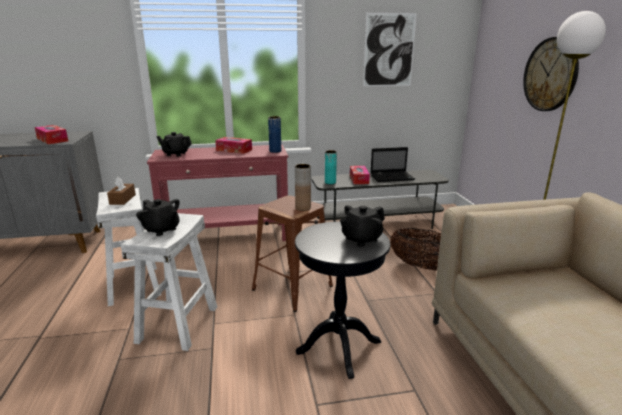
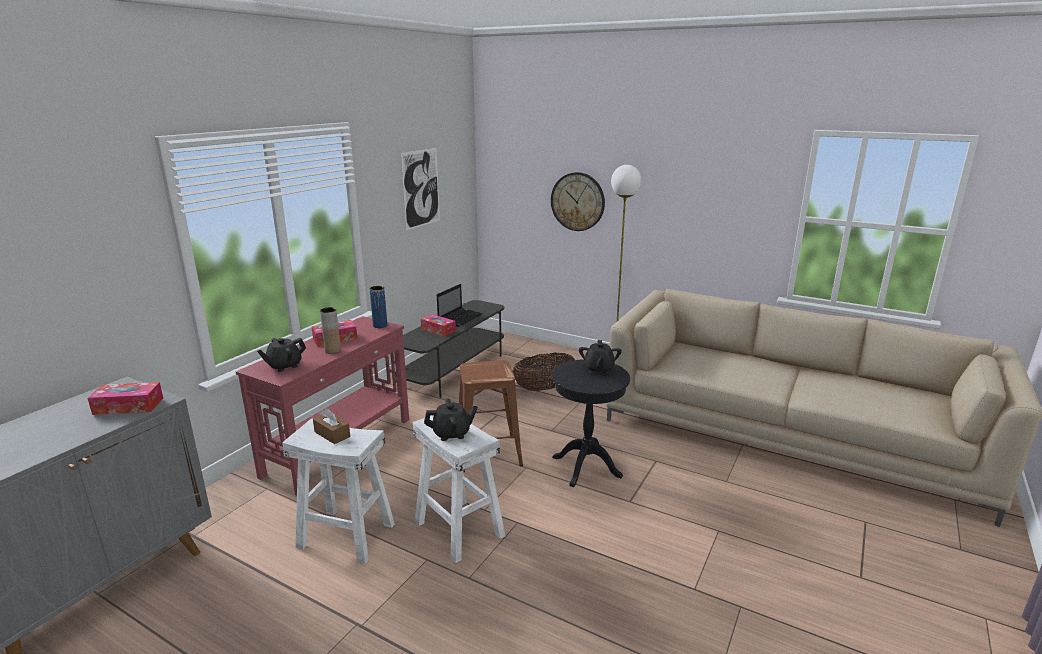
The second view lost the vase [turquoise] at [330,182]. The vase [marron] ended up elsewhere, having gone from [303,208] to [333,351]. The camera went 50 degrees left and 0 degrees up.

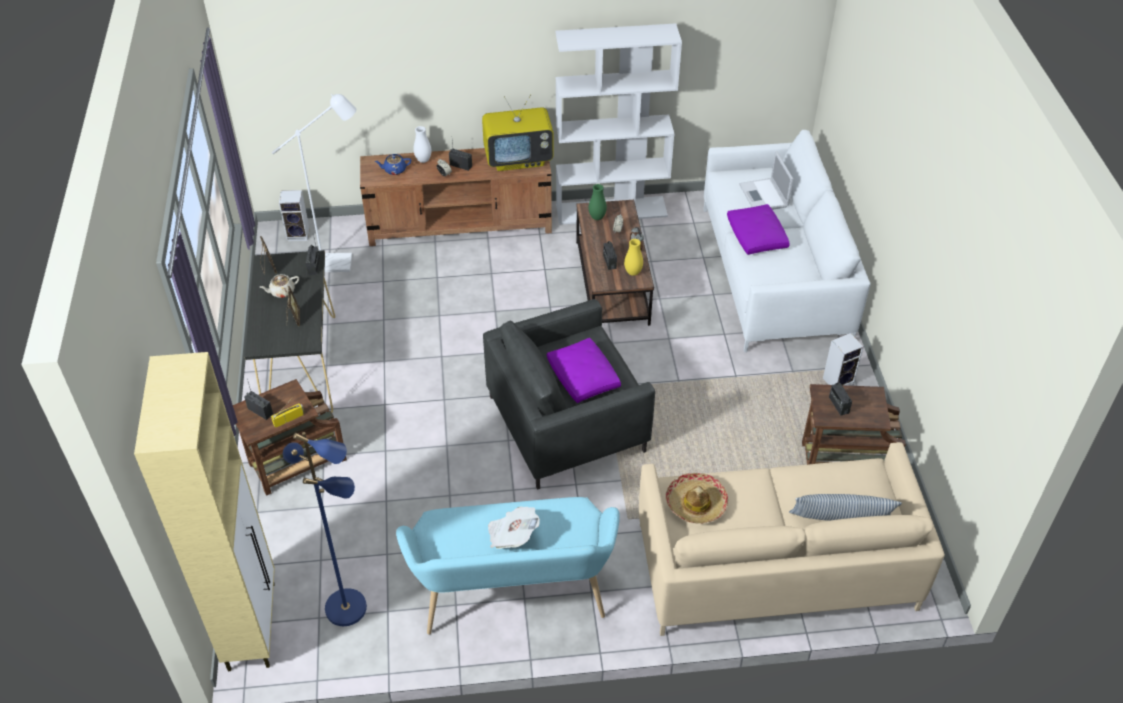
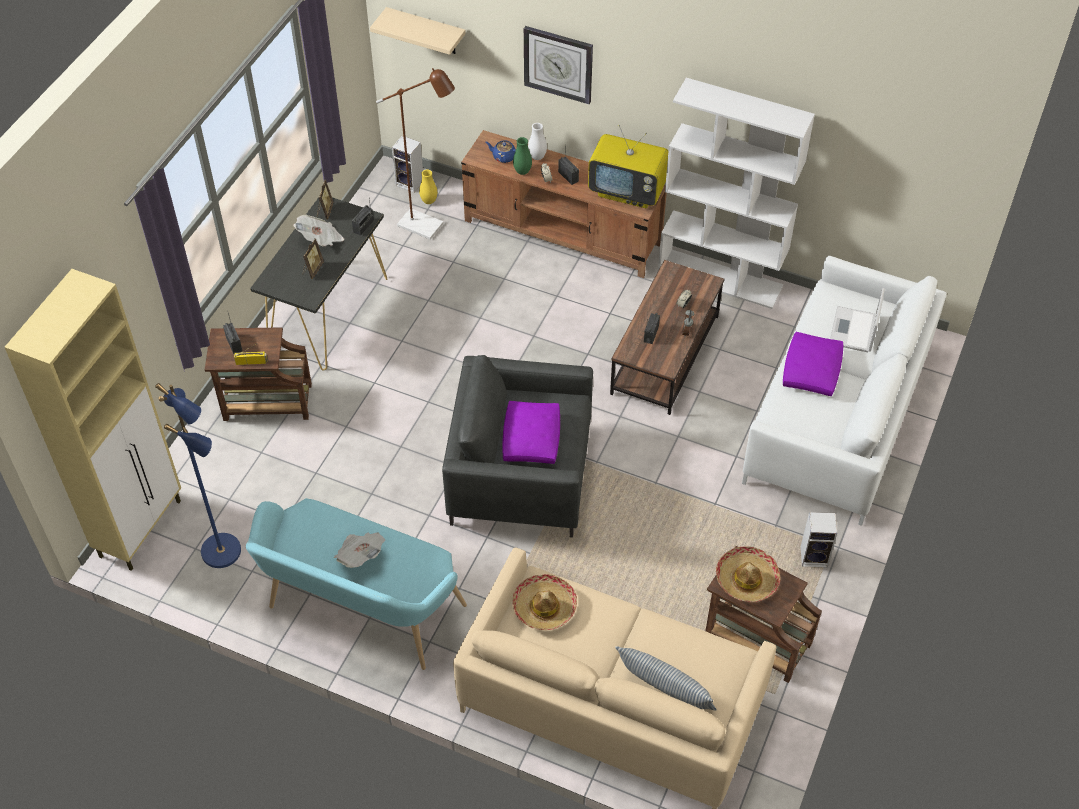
What was the lampadaire [blanc] at [340,263] turned into the lampadaire [marron] at [427,227]. The vase [vert] ended up elsewhere, having gone from [597,217] to [522,171]. The vase [jaune] ended up elsewhere, having gone from [633,272] to [429,201]. Where the théière [beige] stood at [282,292], the journal came to stand at [320,239]. Where the radio stood at [838,405], the chapeau came to stand at [746,579]. The second view gained the étagère [beige] at [426,31]. The second view gained the horloge murale at [558,64]. The camera went 30 degrees right and 5 degrees up.

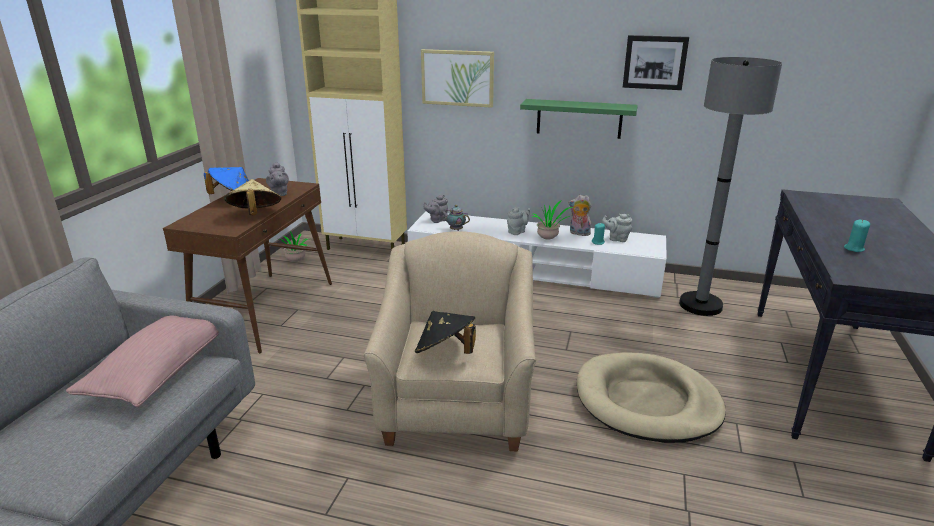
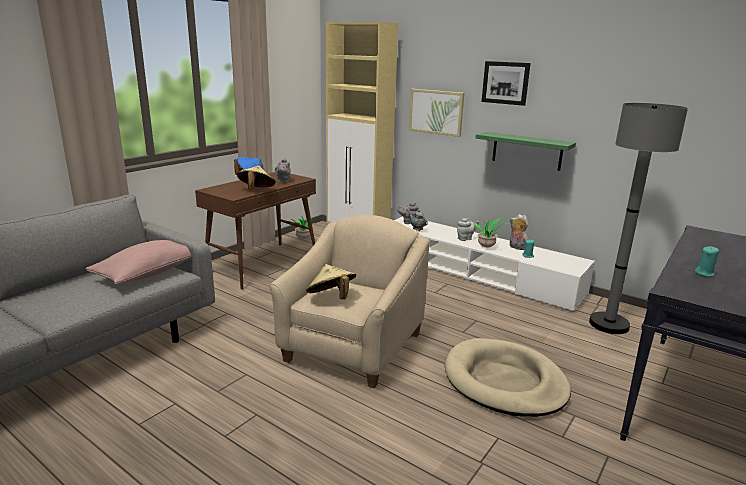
The tableau ended up elsewhere, having gone from [655,62] to [505,83]. The second view lost the théière [gris] at [617,239]. What was the chapeau [noir] at [445,353] turned into the chapeau [beige] at [331,298]. The camera went 20 degrees right and 5 degrees down.

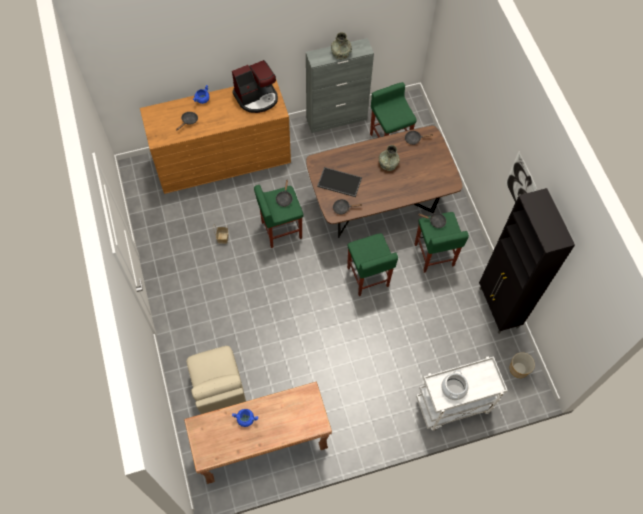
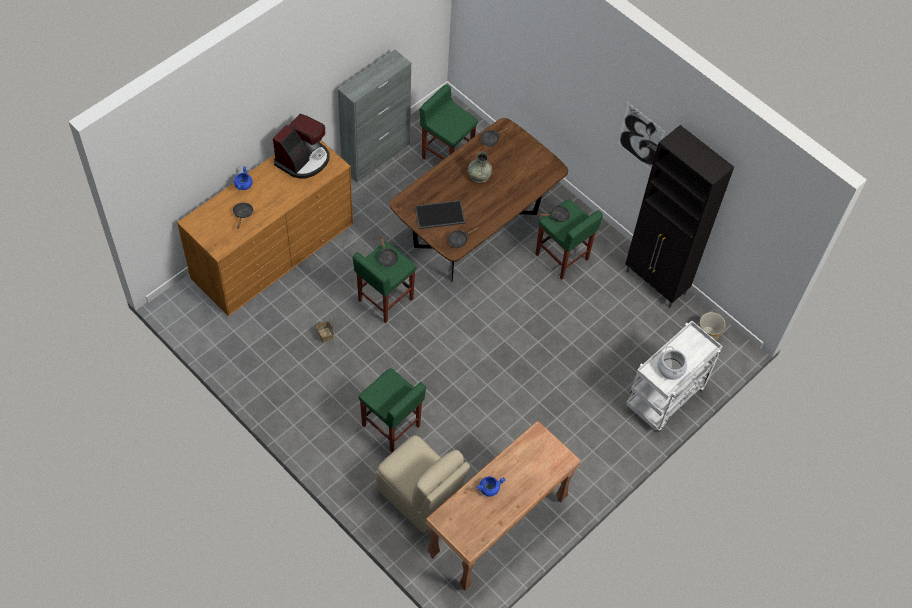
The second view lost the vase [gris] at [341,53]. The tabouret [vert] ended up elsewhere, having gone from [368,277] to [391,426]. The camera went 30 degrees left and 5 degrees down.

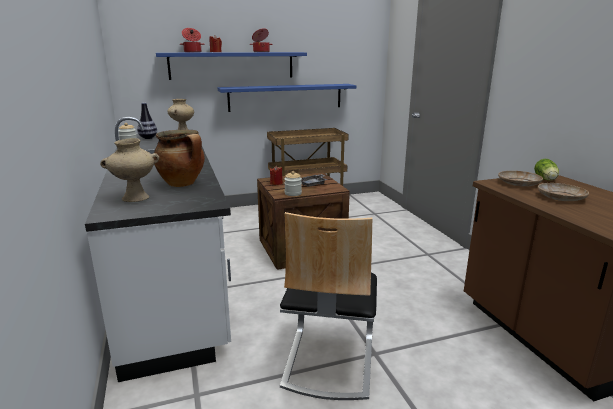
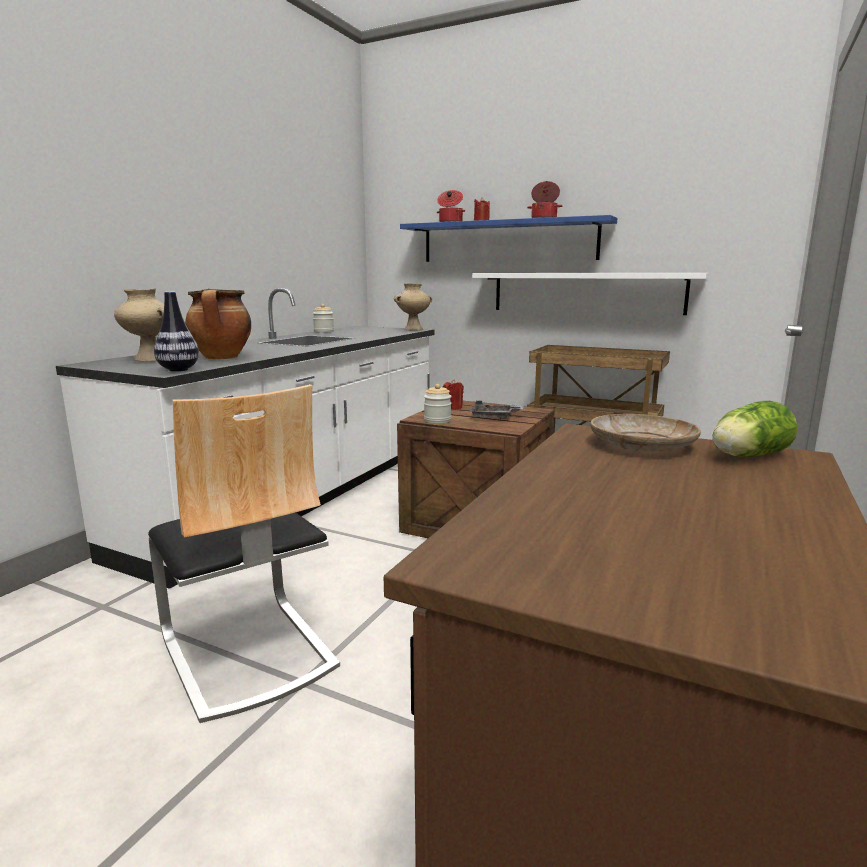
What was the étagère [bleu] at [286,97] turned into the étagère [blanc] at [586,292]. The vase ended up elsewhere, having gone from [148,138] to [178,370]. The second view lost the assiette [beige] at [560,197]. The chaise at [328,359] ended up facing another way, 90 degrees counterclockwise from before. The camera went 45 degrees right and 5 degrees down.

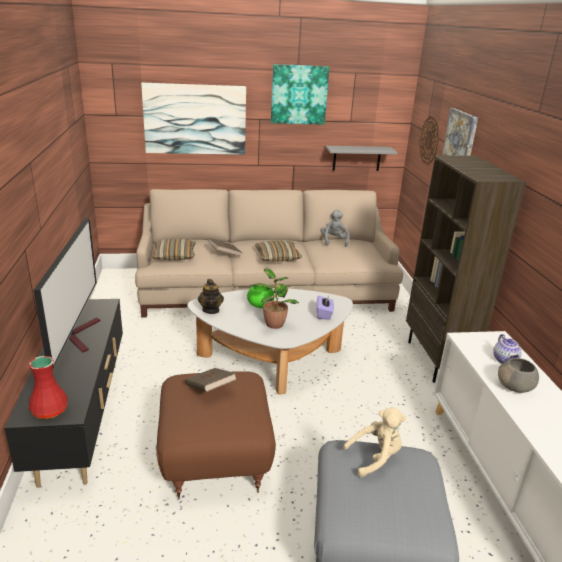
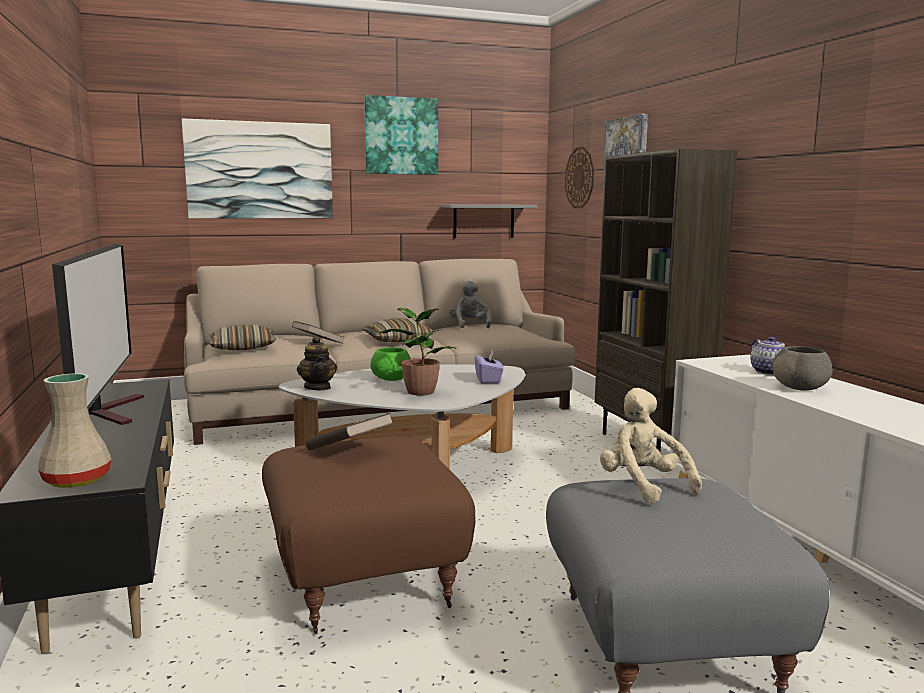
What was the vase [rouge] at [50,411] turned into the vase [beige] at [78,480]. The peluche [beige] at [375,457] ended up facing another way, 90 degrees counterclockwise from before. The camera went 10 degrees left and 15 degrees down.

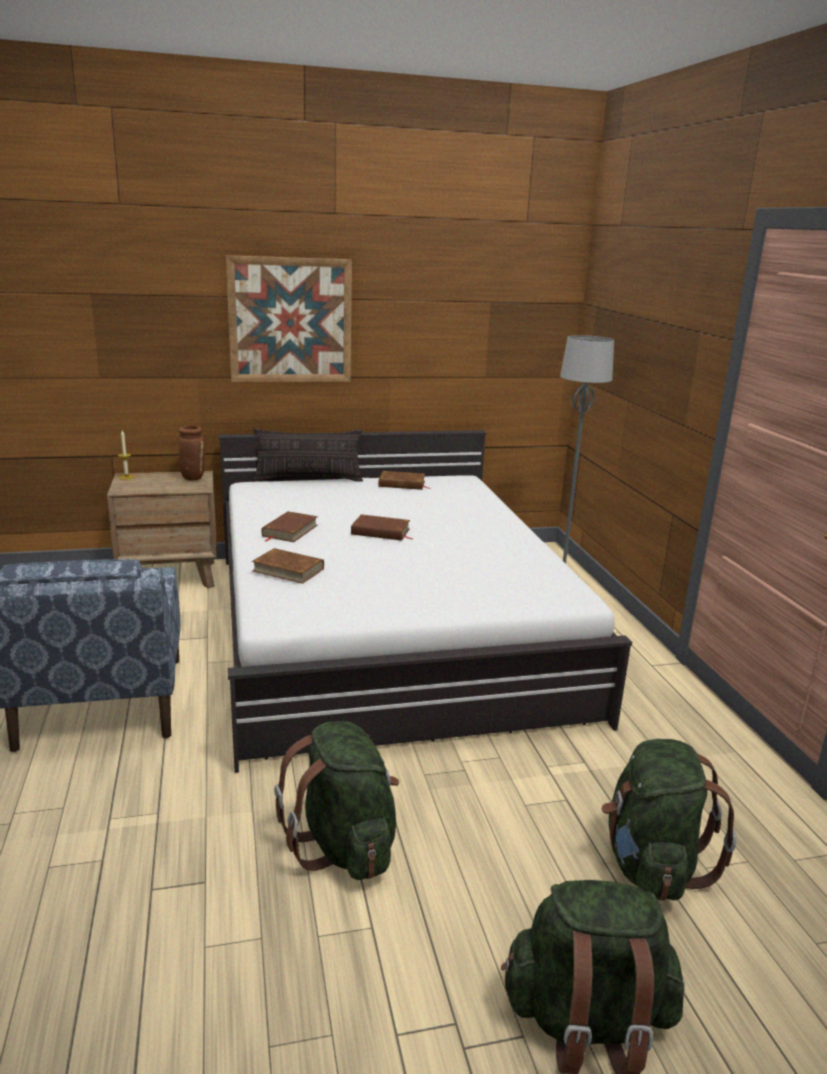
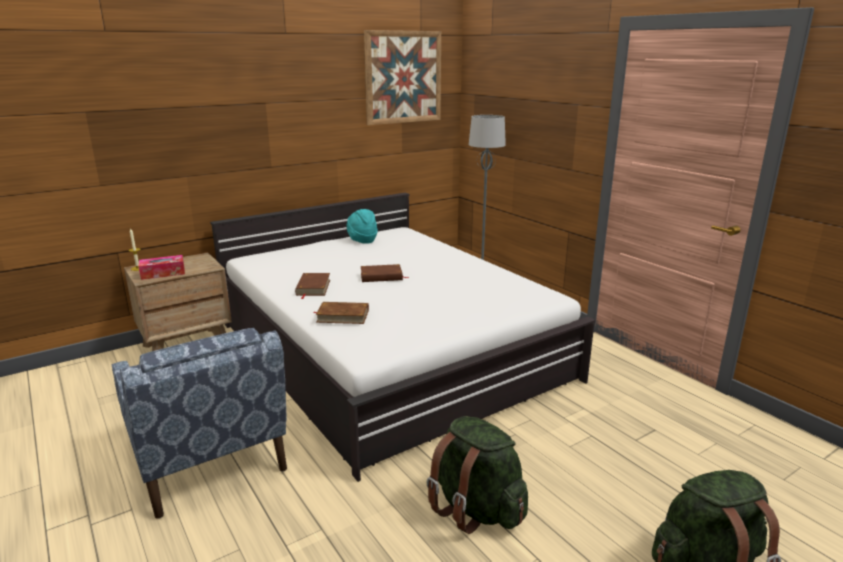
The tableau ended up elsewhere, having gone from [290,320] to [403,77]. The second view lost the vase [marron] at [192,478]. The second view lost the coussin at [308,479]. Where the livre [marron] stood at [402,484], the chapeau [turquoise] came to stand at [362,240]. The second view lost the sac à dos [vert] at [651,865]. The second view gained the boîte à mouchoirs at [163,273]. The camera went 20 degrees left and 0 degrees up.

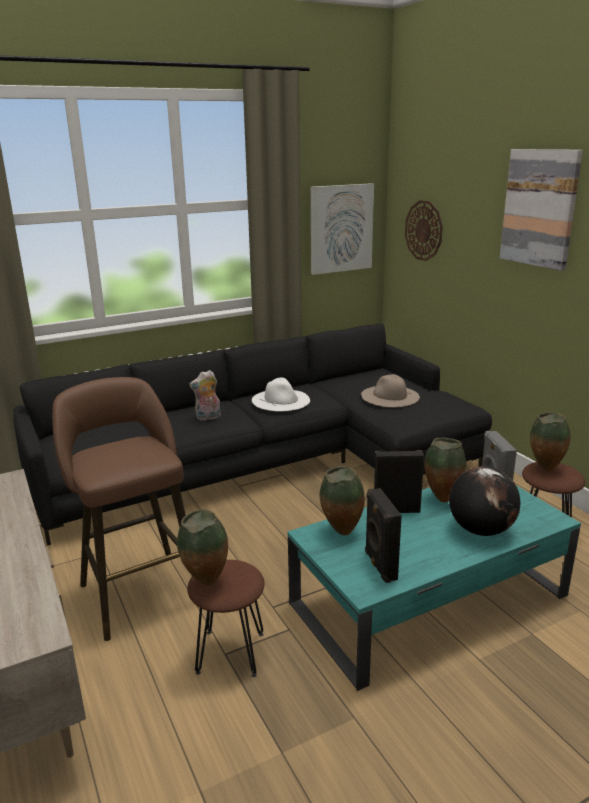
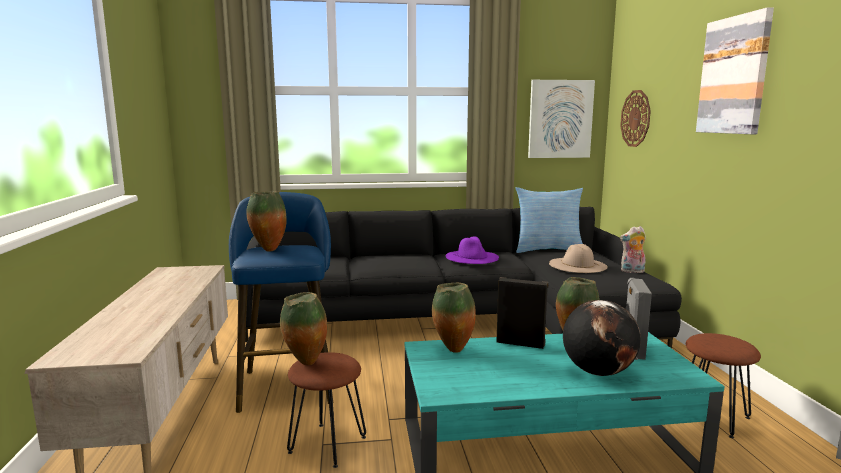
The peluche ended up elsewhere, having gone from [208,418] to [632,271]. What was the tabouret [marron] at [138,590] turned into the tabouret [bleu] at [287,383]. What was the chapeau [blanc] at [281,400] turned into the chapeau [violet] at [472,257]. The vase ended up elsewhere, having gone from [545,468] to [268,250]. The second view lost the enceinte [noir] at [379,565]. The second view gained the coussin at [548,250]. The camera went 20 degrees right and 10 degrees down.

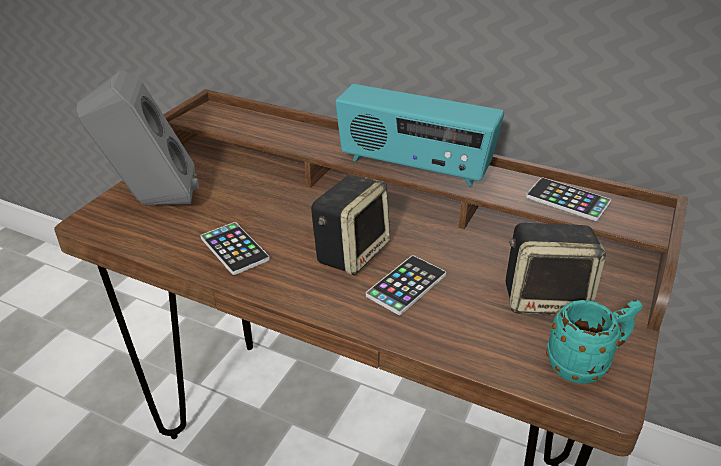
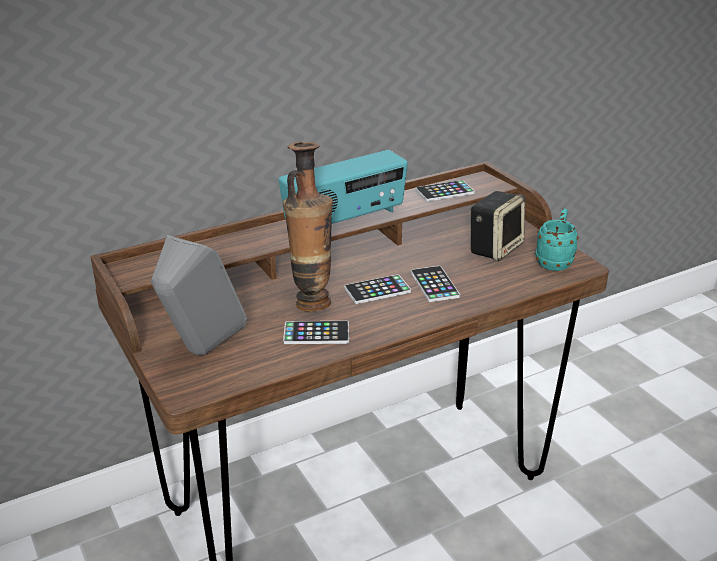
Where the enceinte stood at [352,251], the téléphone came to stand at [377,290]. The second view gained the vase at [311,300]. The camera went 55 degrees left and 5 degrees down.

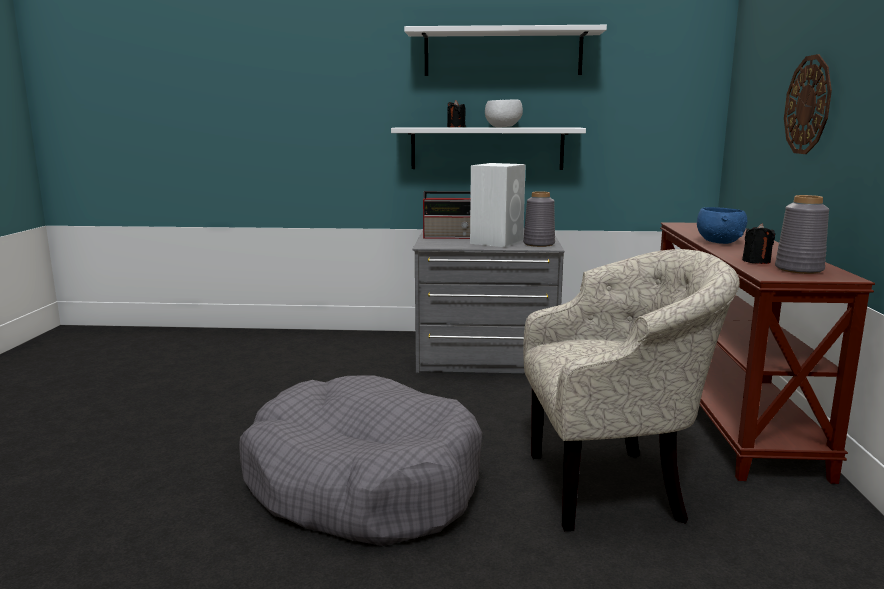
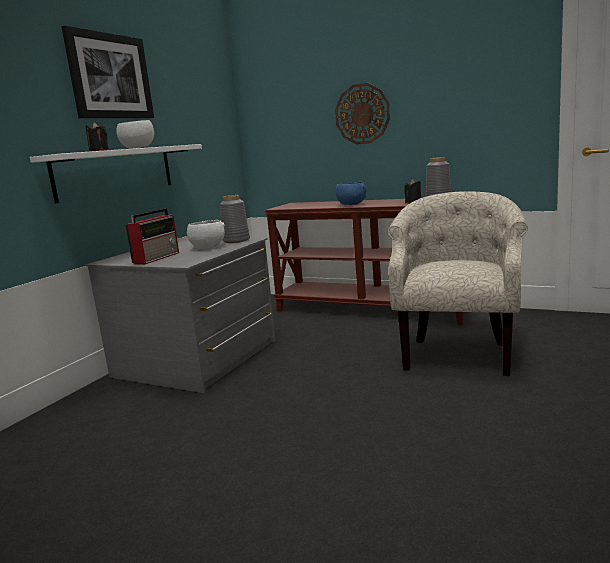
Where the étagère [blanc] hung at [503,53], the tableau came to hang at [110,76]. Where the enceinte [blanc] stood at [497,242], the bol [blanc] came to stand at [207,248]. The second view lost the panier pour chien [gris] at [362,483]. The camera went 65 degrees left and 0 degrees up.

